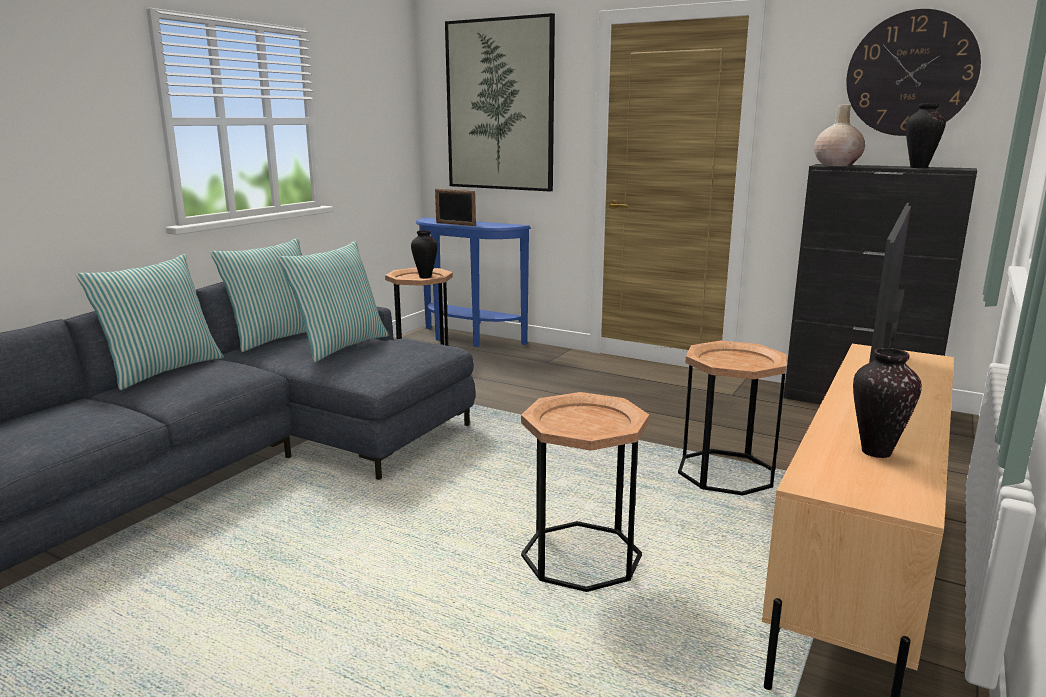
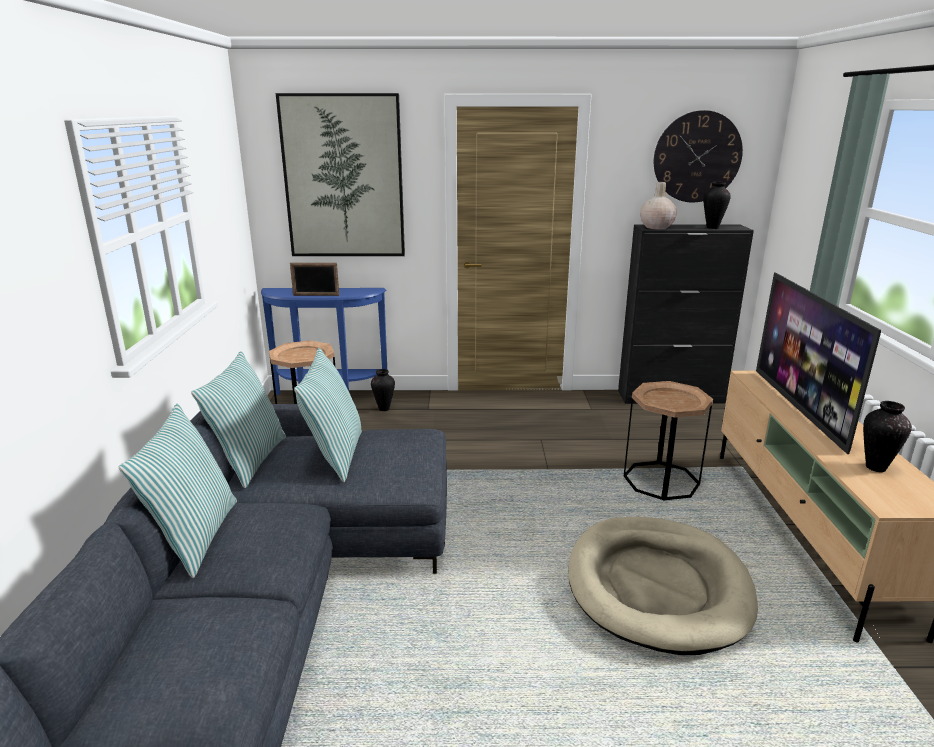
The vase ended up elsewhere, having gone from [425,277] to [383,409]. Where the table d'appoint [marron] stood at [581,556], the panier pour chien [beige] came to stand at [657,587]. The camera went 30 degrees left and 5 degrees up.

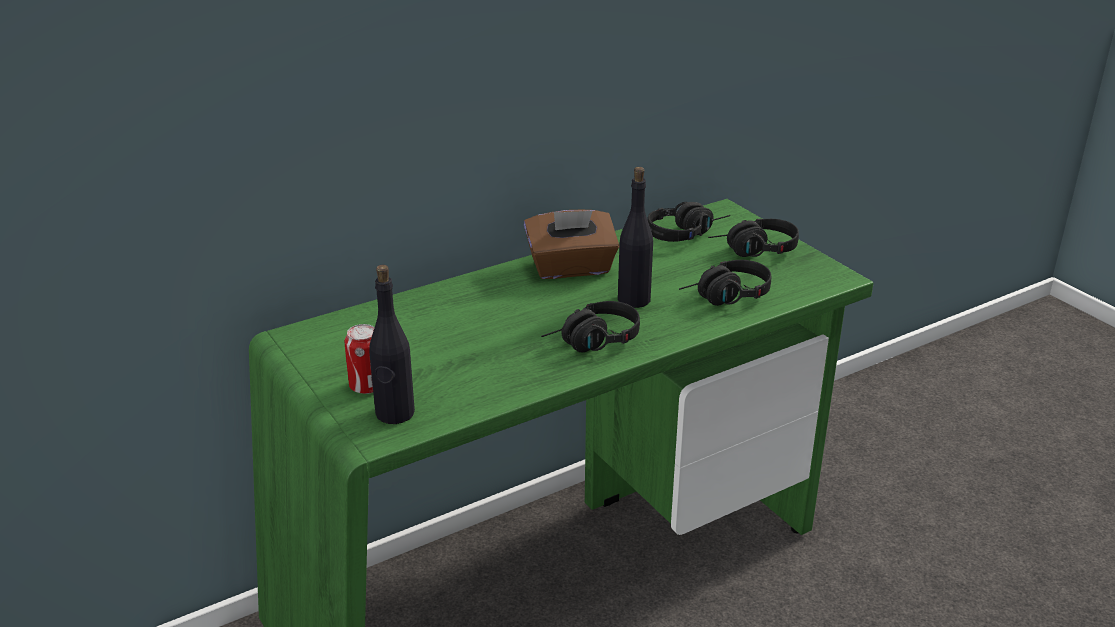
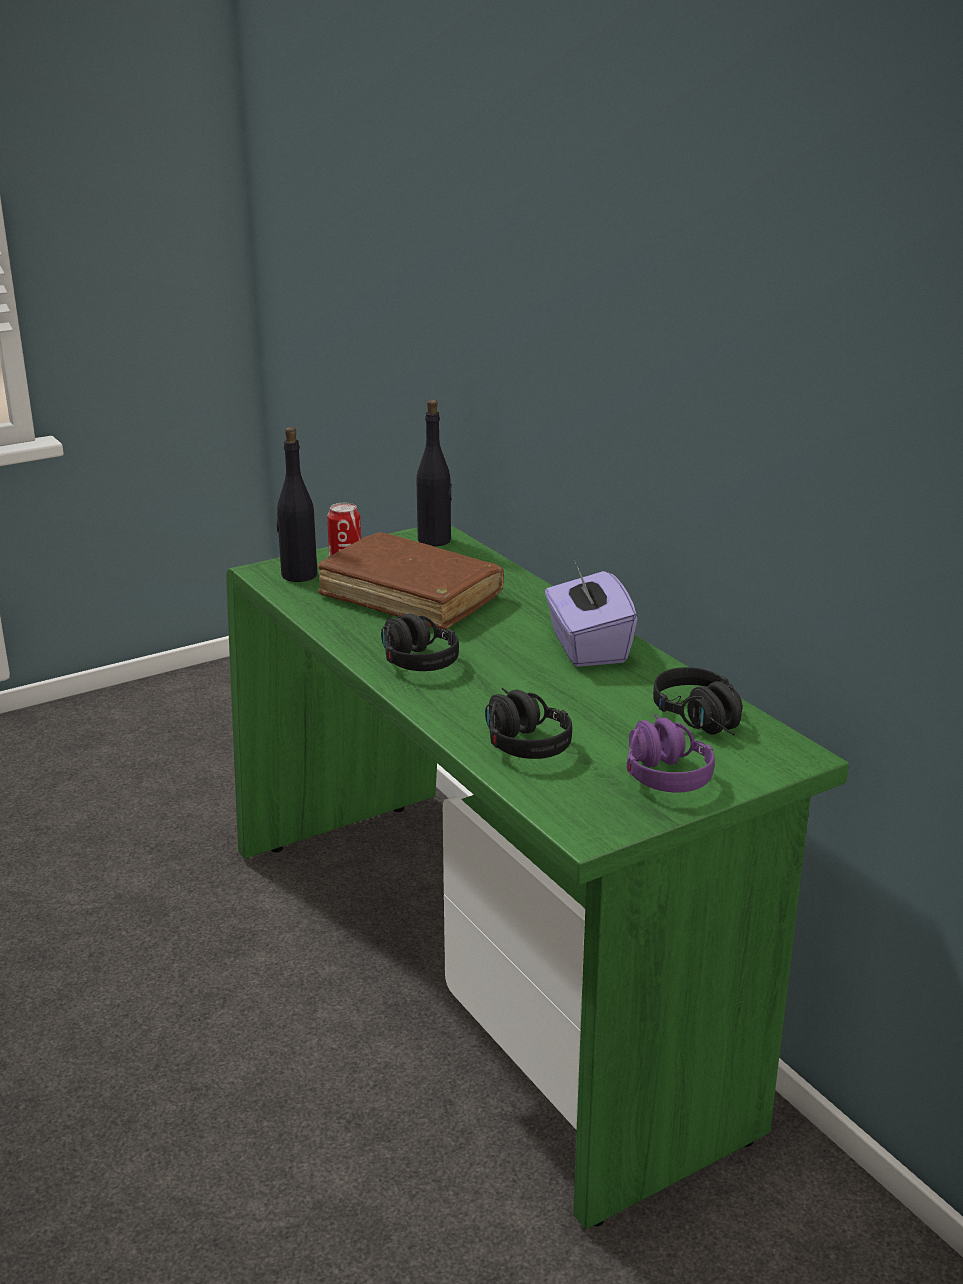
The bouteille [noir] ended up elsewhere, having gone from [634,299] to [435,540]. What was the boîte à mouchoirs [marron] at [571,268] turned into the boîte à mouchoirs [violet] at [587,647]. What was the casque audio [noir] at [753,251] turned into the casque audio [violet] at [660,768]. The second view gained the livre [marron] at [410,597]. The camera went 90 degrees right and 5 degrees down.

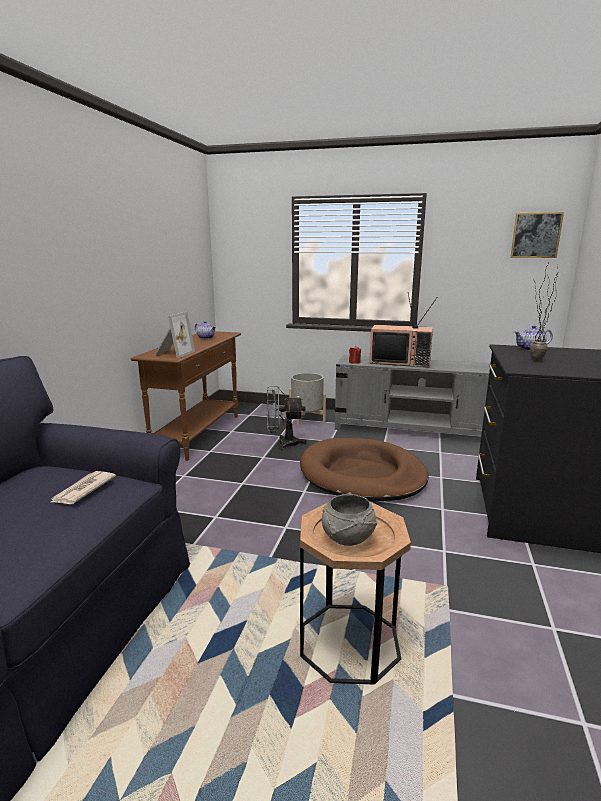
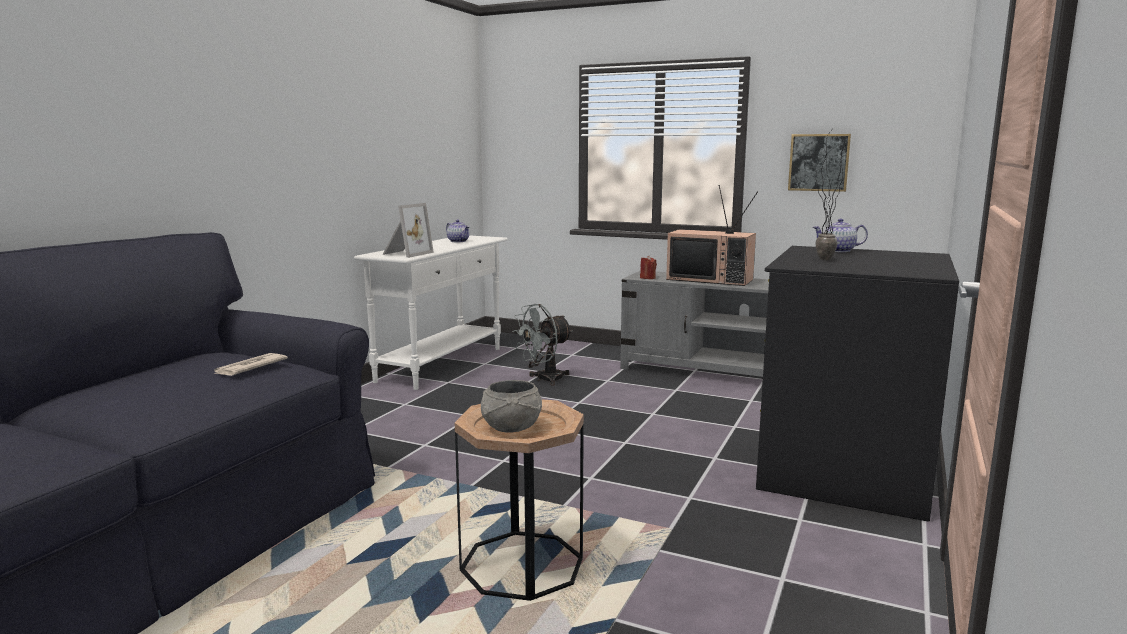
The tableau ended up elsewhere, having gone from [536,235] to [818,162]. What was the table console [marron] at [198,434] turned into the table console [blanc] at [441,364]. The second view lost the cache-pot [gris] at [307,419]. The ventilateur [gris] at [283,443] ended up facing another way, 45 degrees counterclockwise from before. The second view lost the panier pour chien [marron] at [362,474]. The camera went 10 degrees right and 5 degrees down.

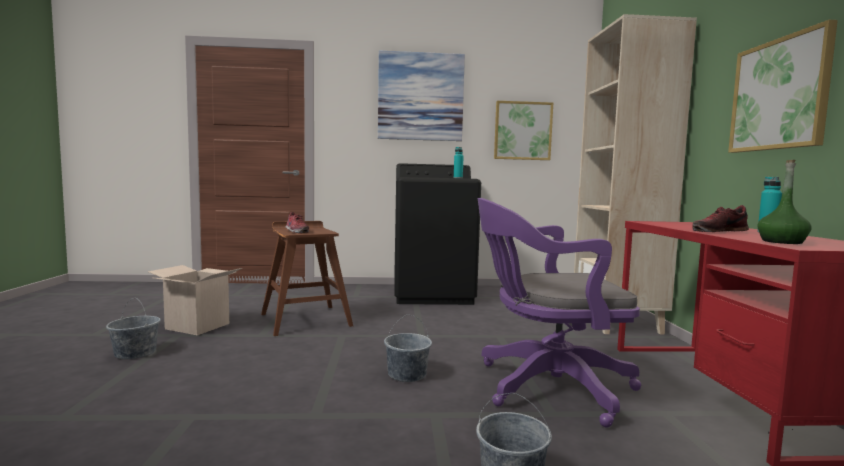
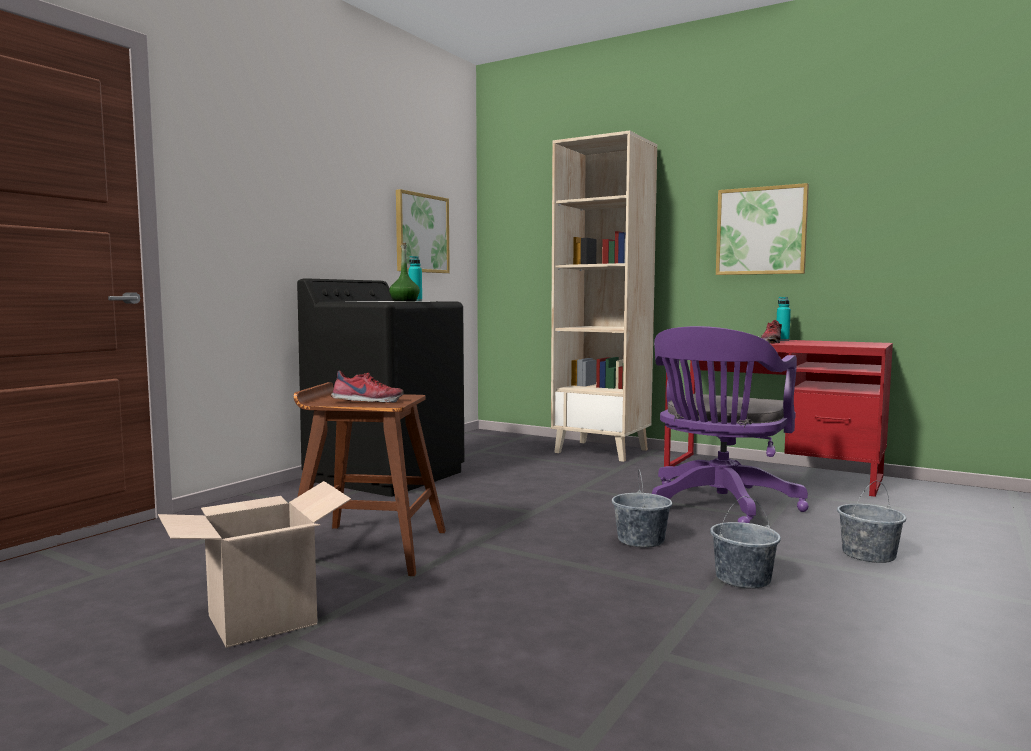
The second view lost the tableau at [420,97]. The bouteille [vert] ended up elsewhere, having gone from [781,242] to [404,301]. The seau [gris] ended up elsewhere, having gone from [135,353] to [742,578]. The camera went 55 degrees left and 0 degrees up.

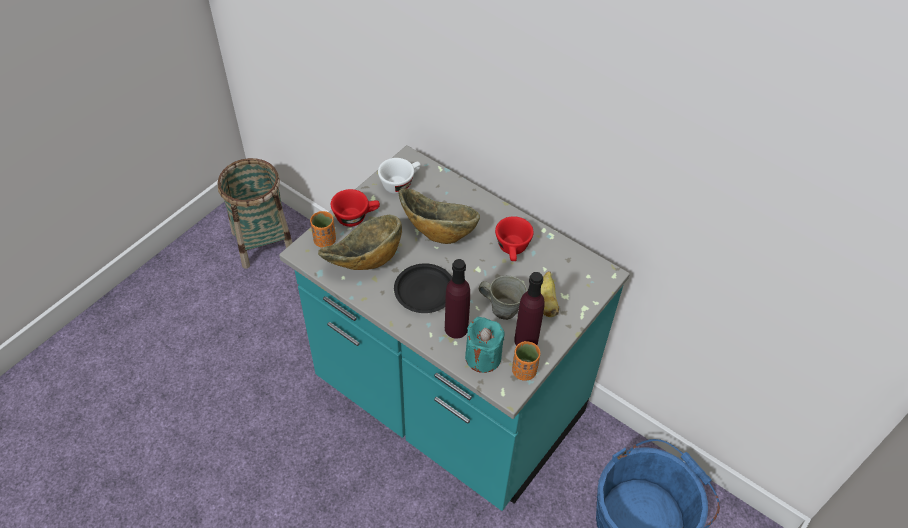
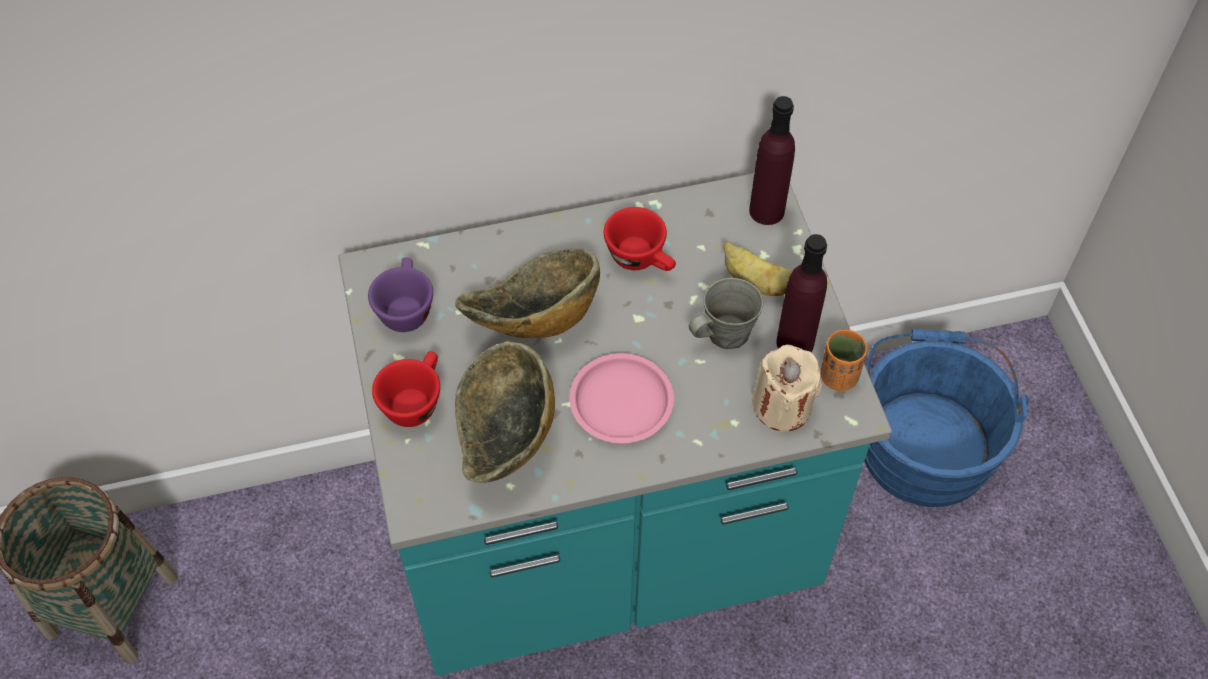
What was the tasse [blanc] at [400,183] turned into the tasse [violet] at [405,307]. The second view lost the tasse [orange] at [325,240]. The bouteille [violet] ended up elsewhere, having gone from [456,328] to [766,210]. What was the assiette [noir] at [424,291] turned into the assiette [rose] at [621,403]. What was the bougie [turquoise] at [483,357] turned into the bougie [beige] at [782,406]. The camera went 50 degrees left and 5 degrees up.

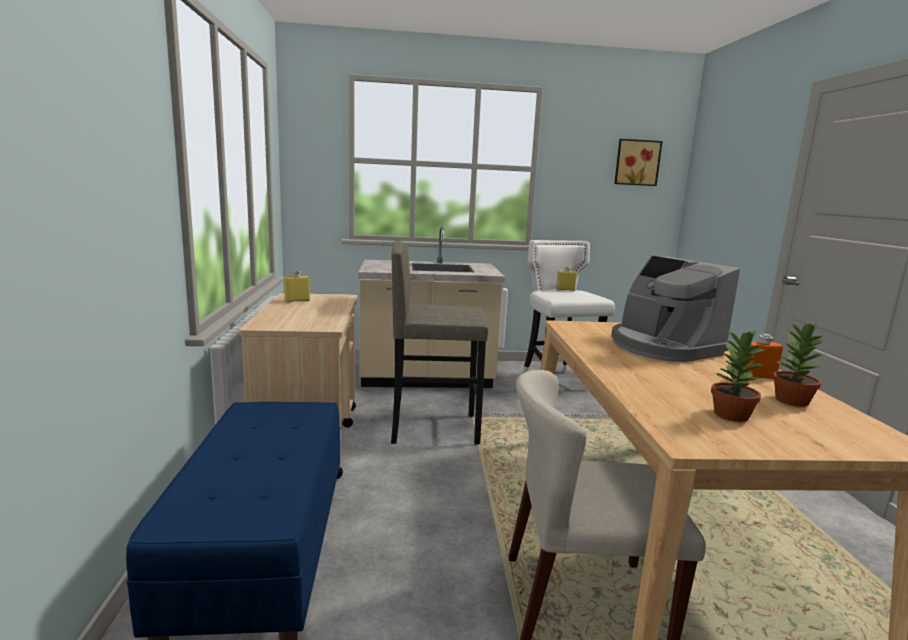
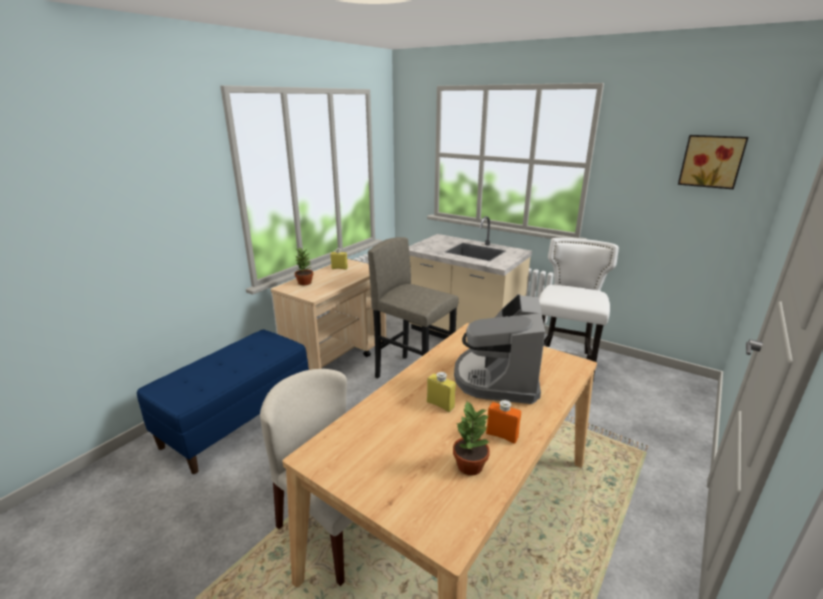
The bouteille [jaune] ended up elsewhere, having gone from [565,290] to [440,404]. The plante en pot ended up elsewhere, having gone from [730,415] to [304,282]. The camera went 40 degrees right and 10 degrees up.

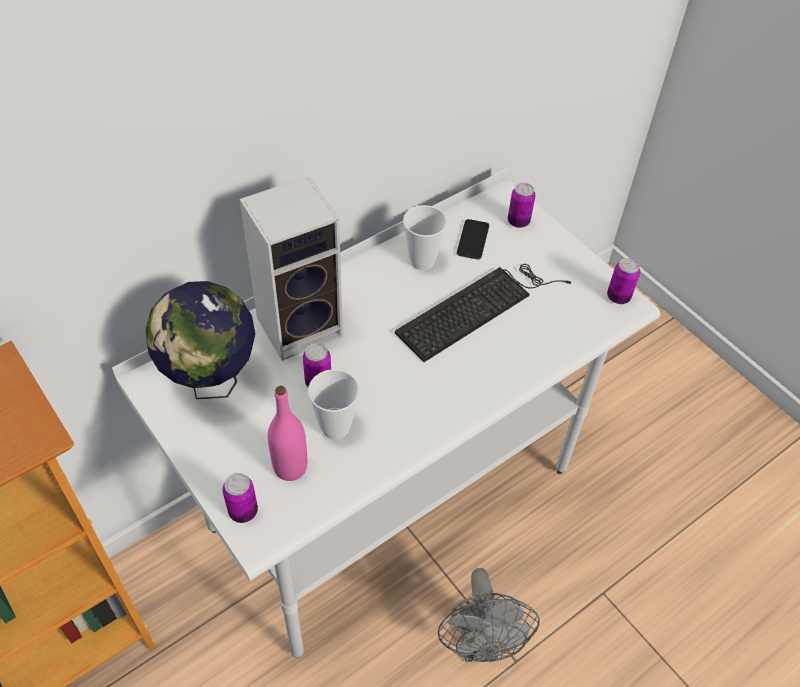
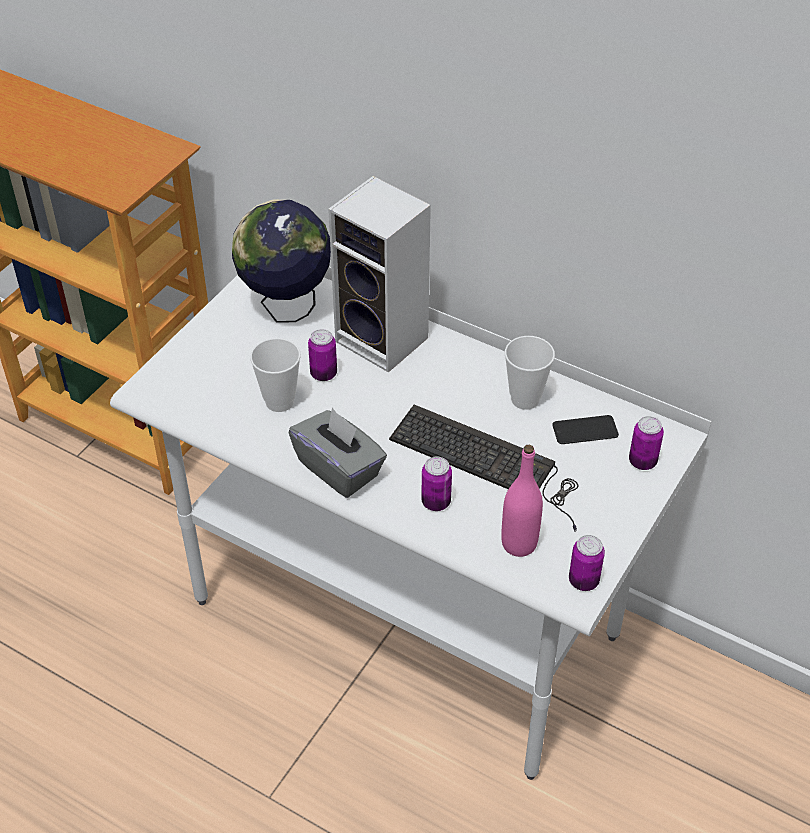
The bouteille [rose] ended up elsewhere, having gone from [290,467] to [519,544]. The boîte métallique ended up elsewhere, having gone from [243,511] to [436,502]. The second view lost the ventilateur [gris] at [479,644]. The second view gained the boîte à mouchoirs [gris] at [339,469]. The camera went 70 degrees right and 5 degrees down.

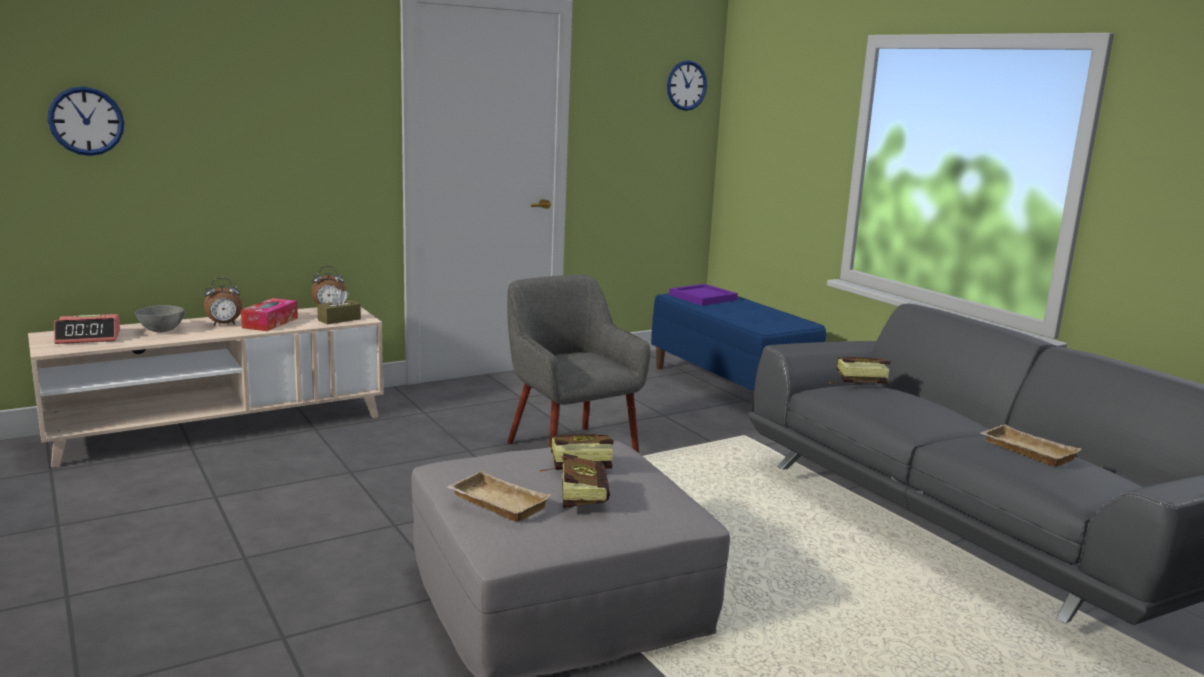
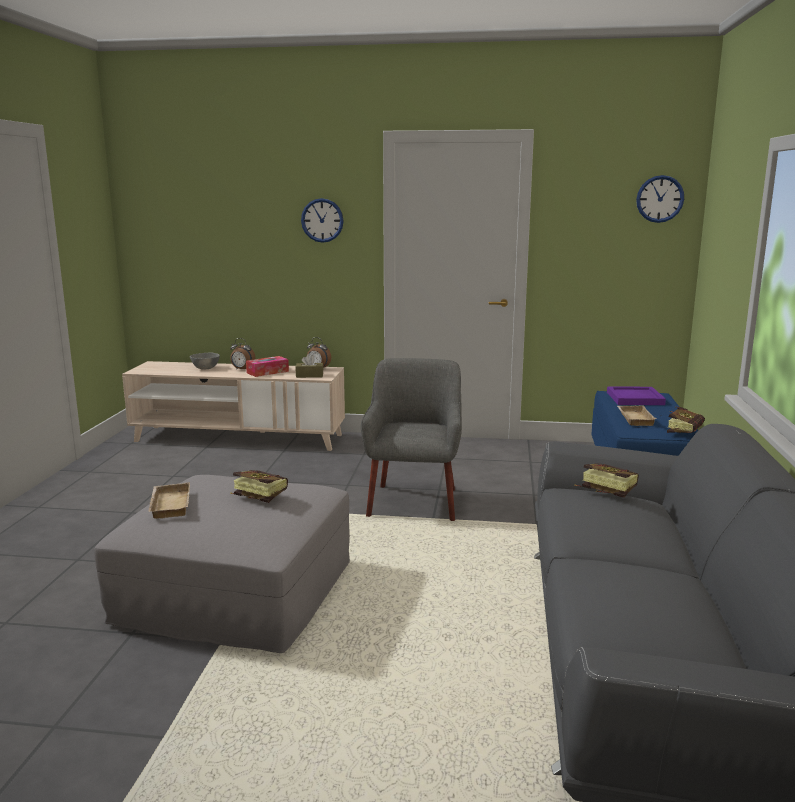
The horloge murale ended up elsewhere, having gone from [86,121] to [322,220]. The second view lost the réveil at [89,337]. The plateau [beige] ended up elsewhere, having gone from [1025,451] to [634,418]. The livre ended up elsewhere, having gone from [583,497] to [685,432]. The camera went 40 degrees right and 0 degrees up.

